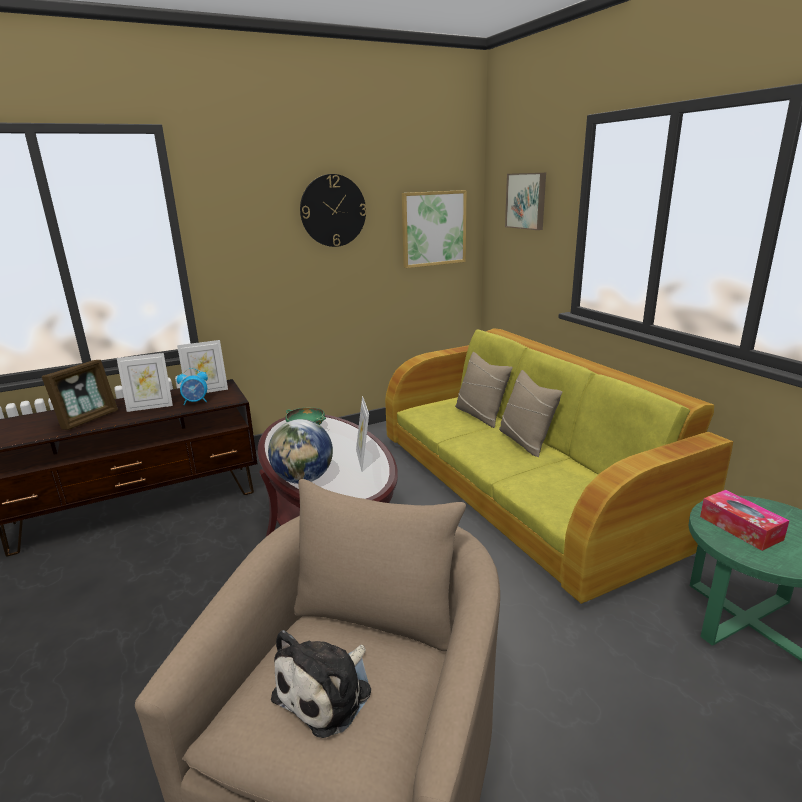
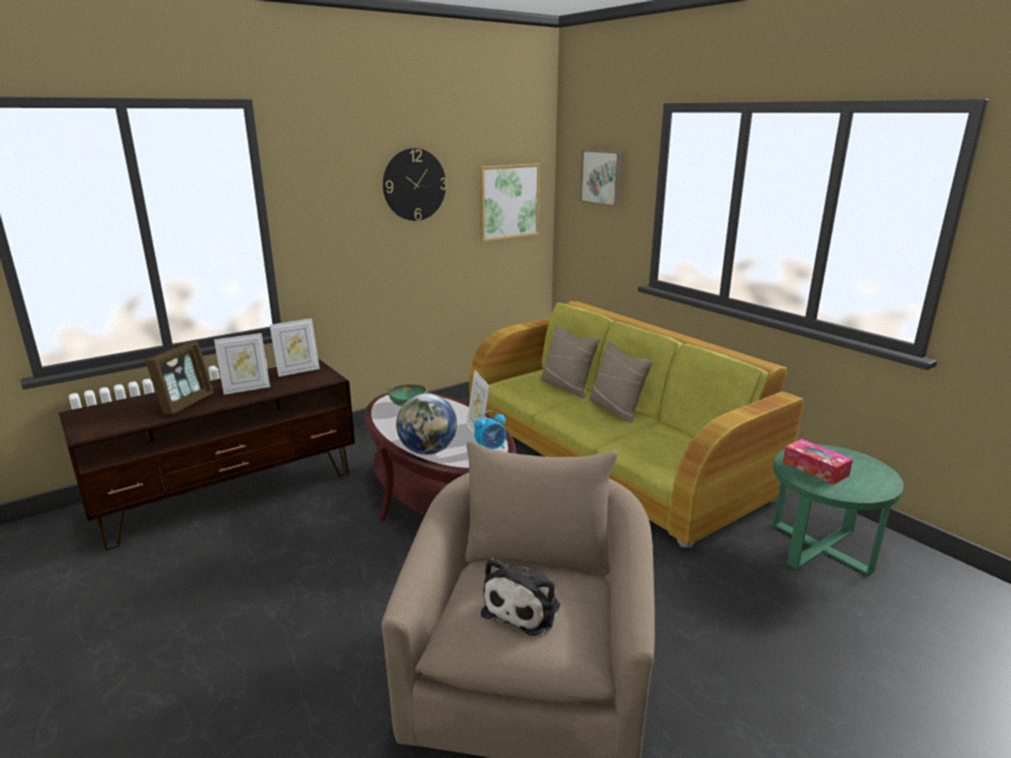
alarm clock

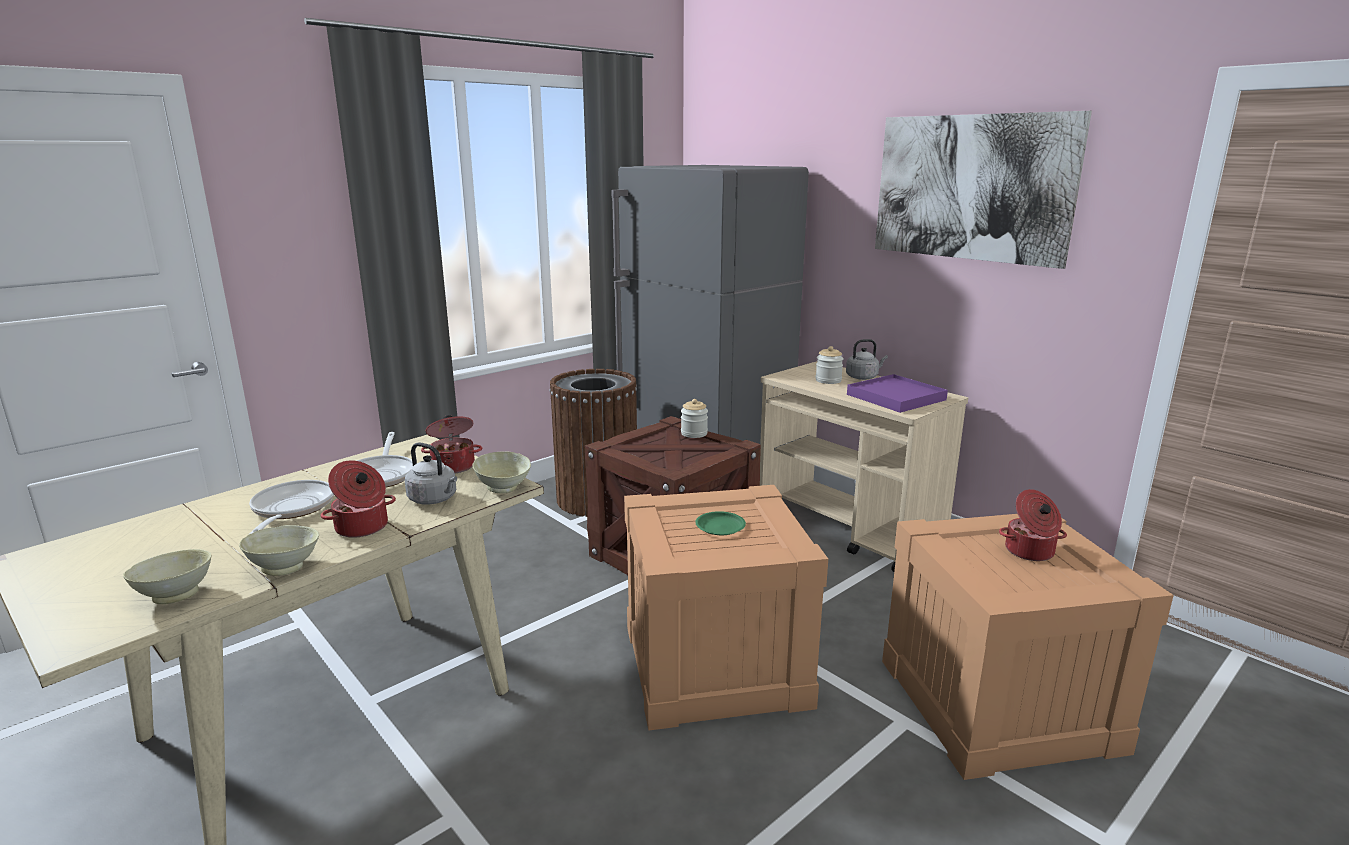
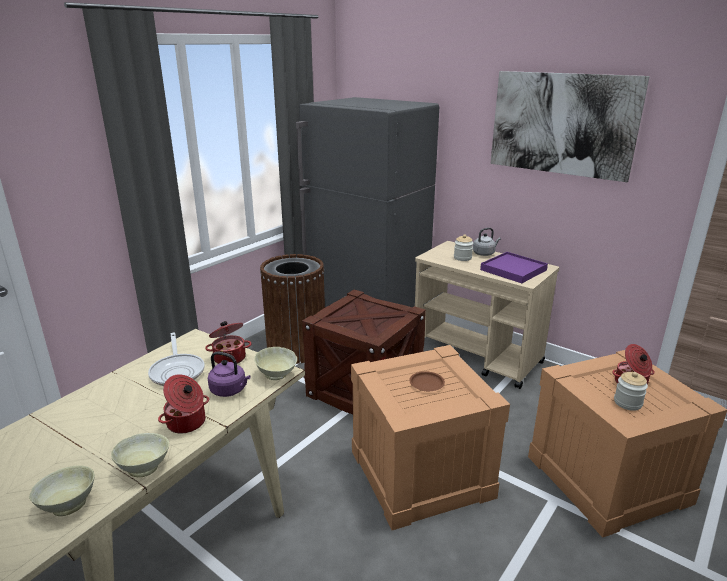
pan (no. 1 from left in the first image)
jar (no. 2 from left)
purplish kettle
brown-coloured plate

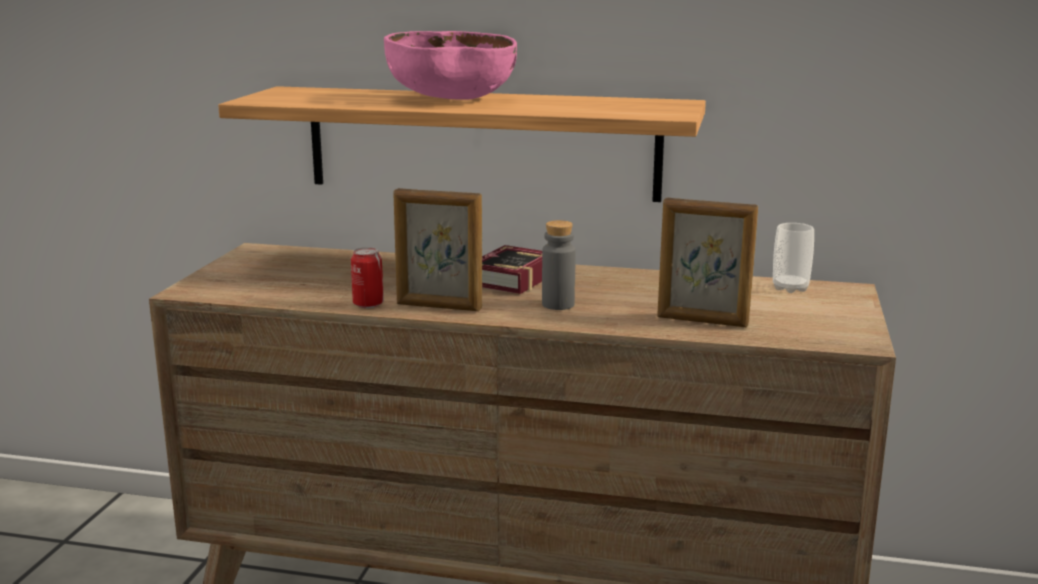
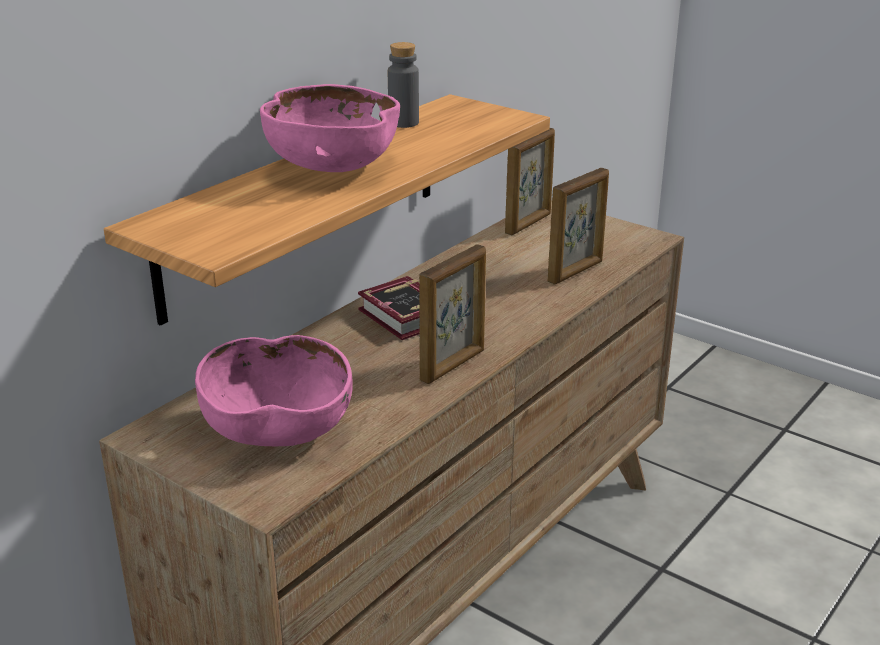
metal can
pinkish serving bowl (no. 1 from left)
greyish bottle
photo frame (no. 2 from left)

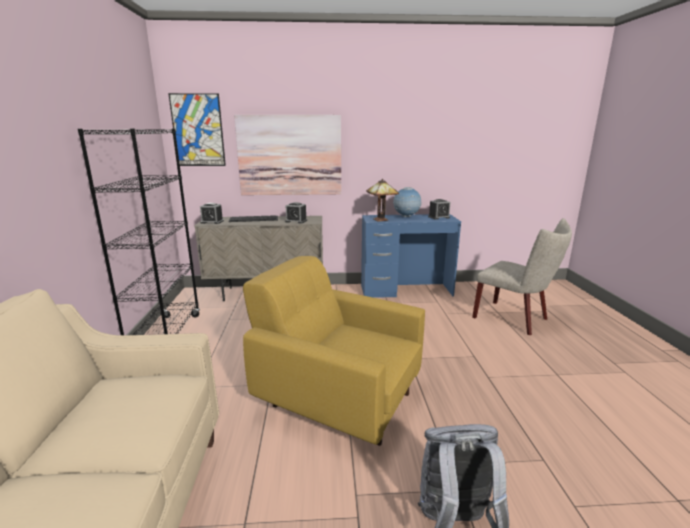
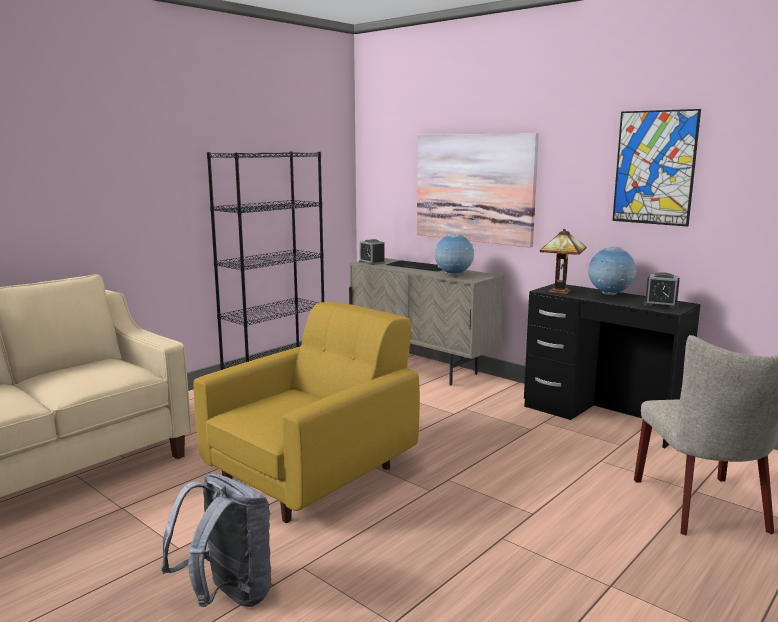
picture (no. 2 from left)
globe (no. 1 from left)
black-coloured desk unit
yellow-coloured lounge chair

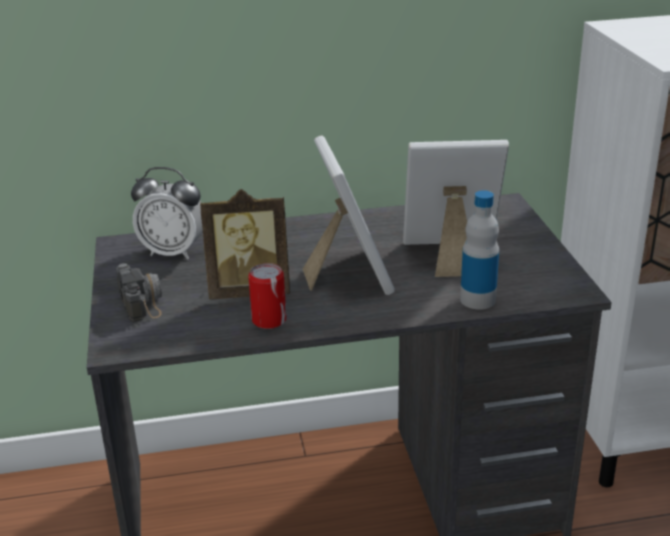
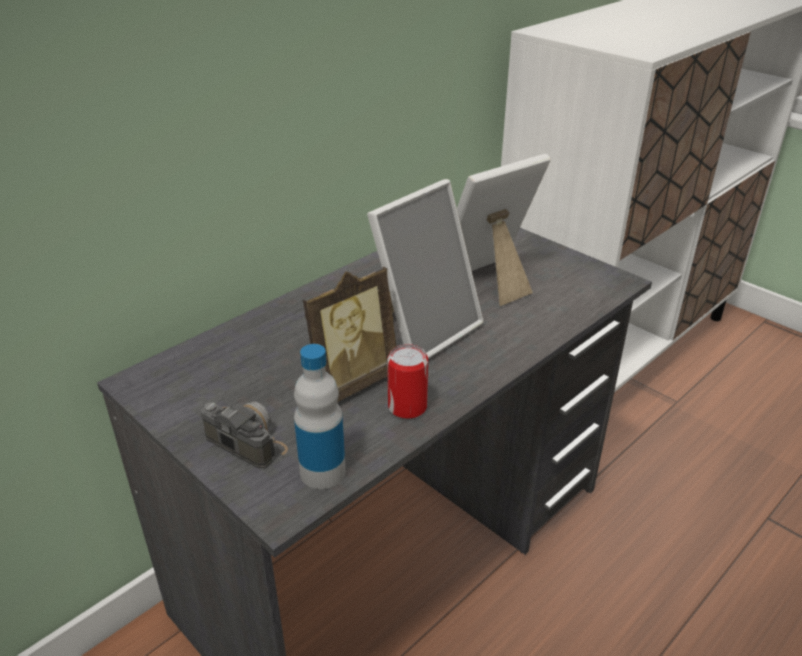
alarm clock
bottle
photo frame (no. 2 from left)

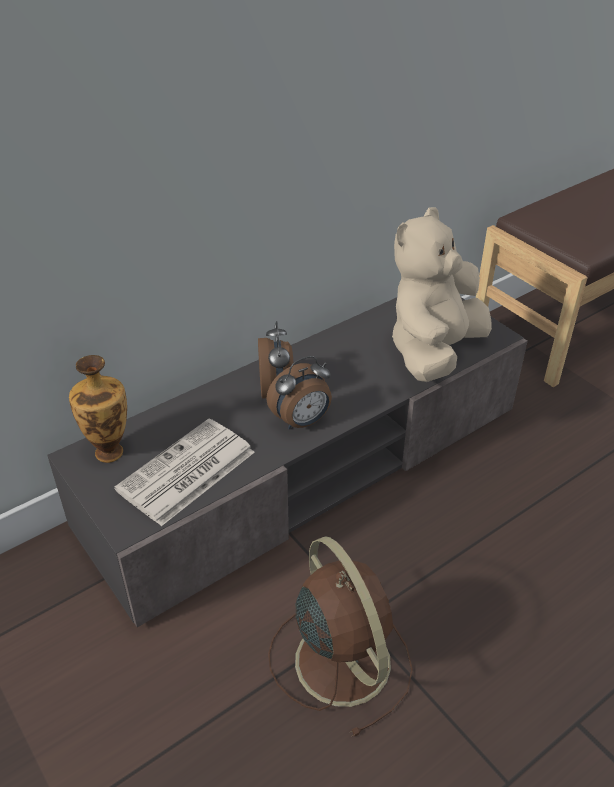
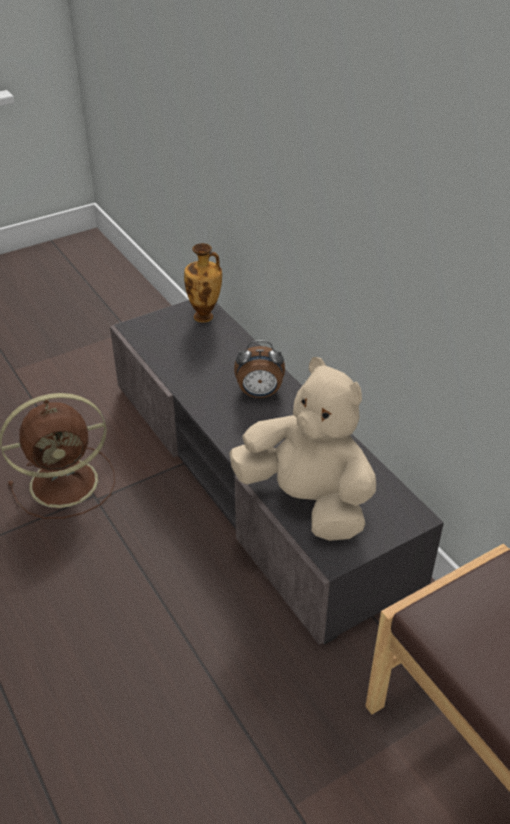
daily paper
alarm clock (no. 2 from left in the first image)

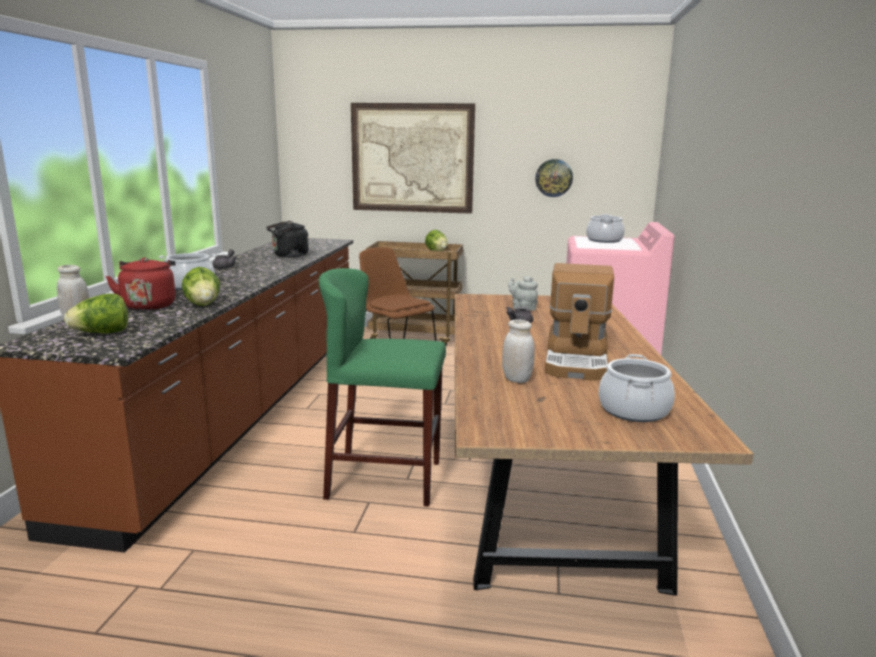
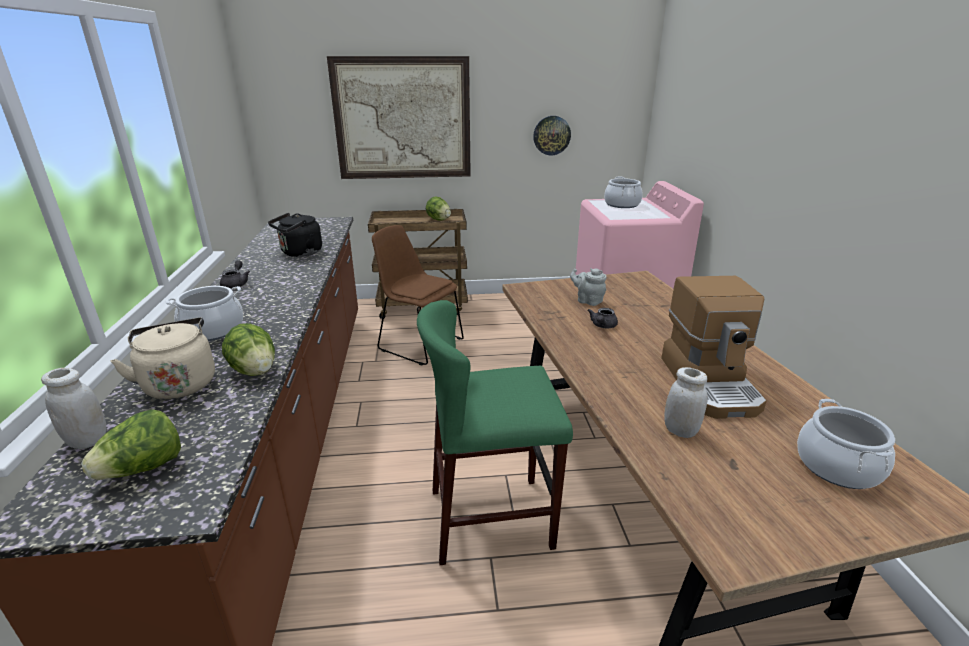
beige-coloured kettle

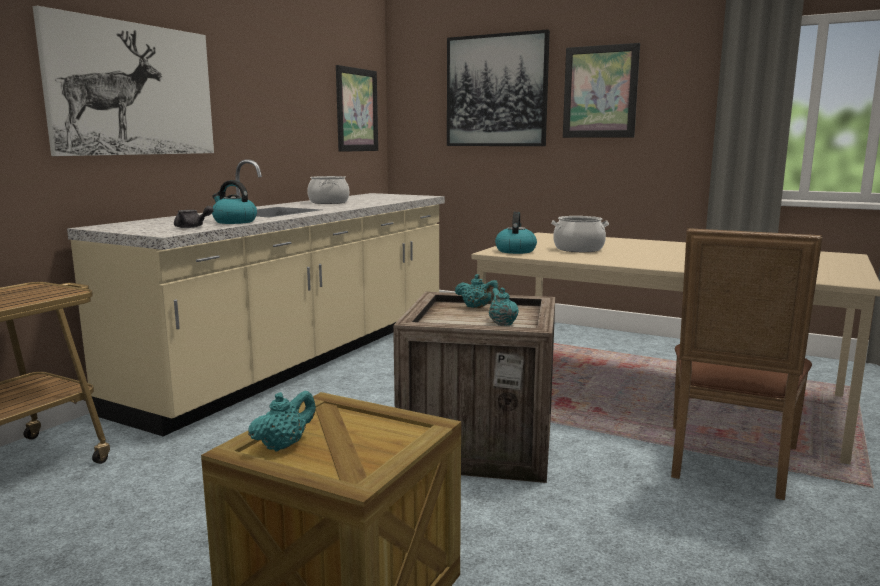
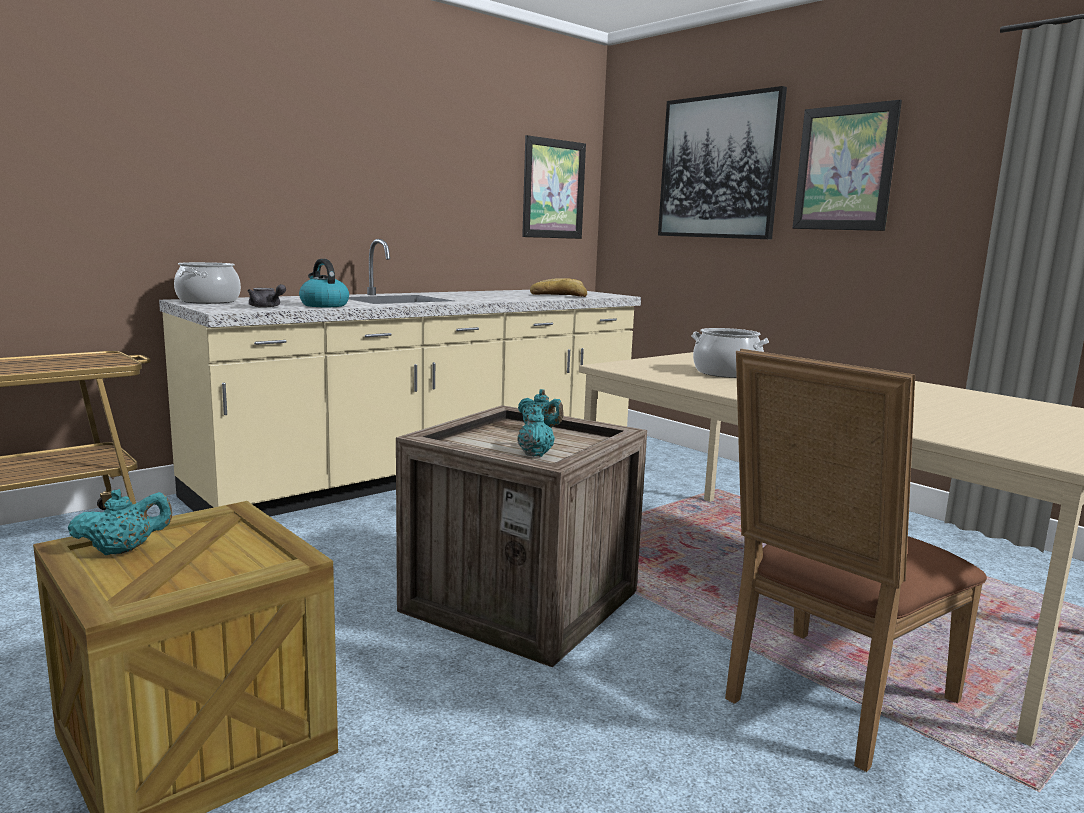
picture (no. 1 from left in the first image)
kettle (no. 2 from left in the first image)
baked bread
stockpot (no. 1 from left)

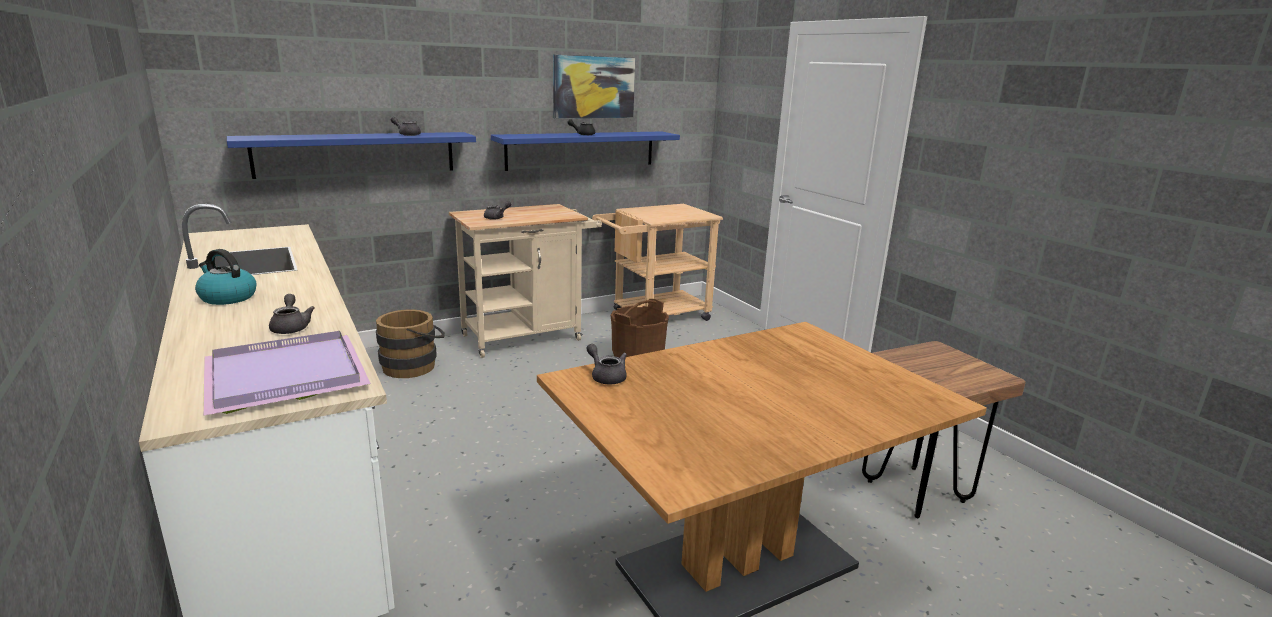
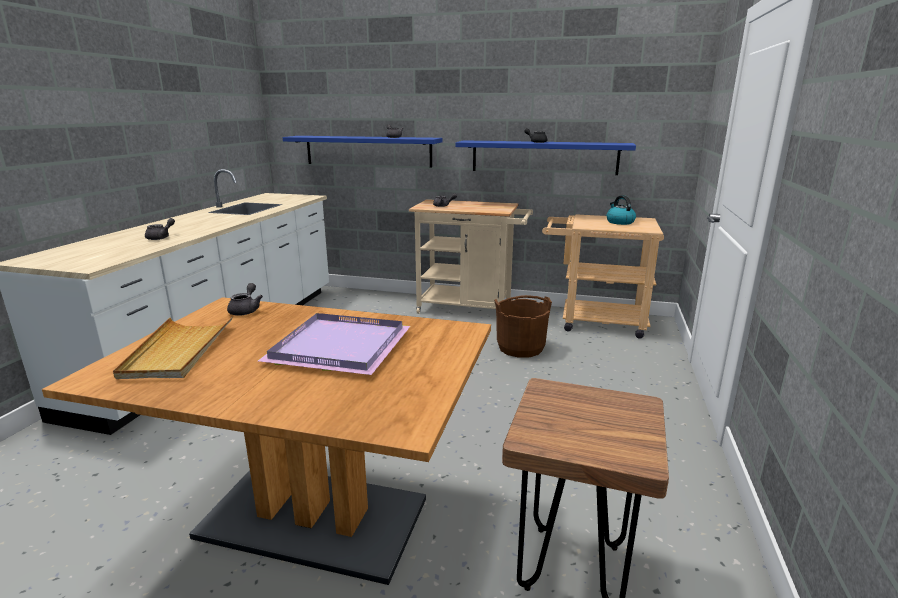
brown-coloured bucket (no. 1 from left in the first image)
picture
beige-coloured carrying tray
kettle
purplish carrying tray

